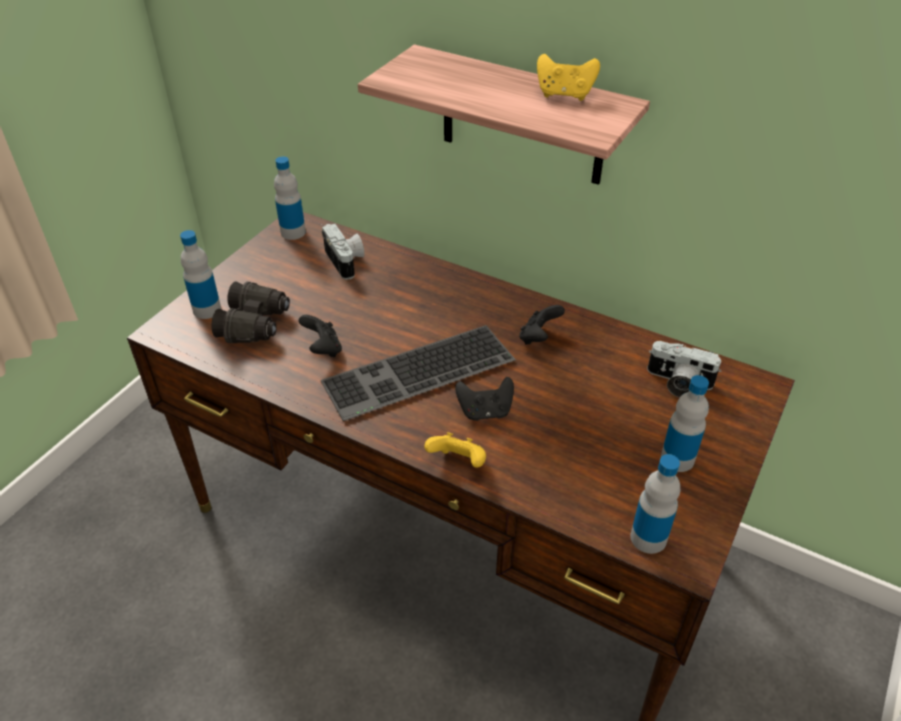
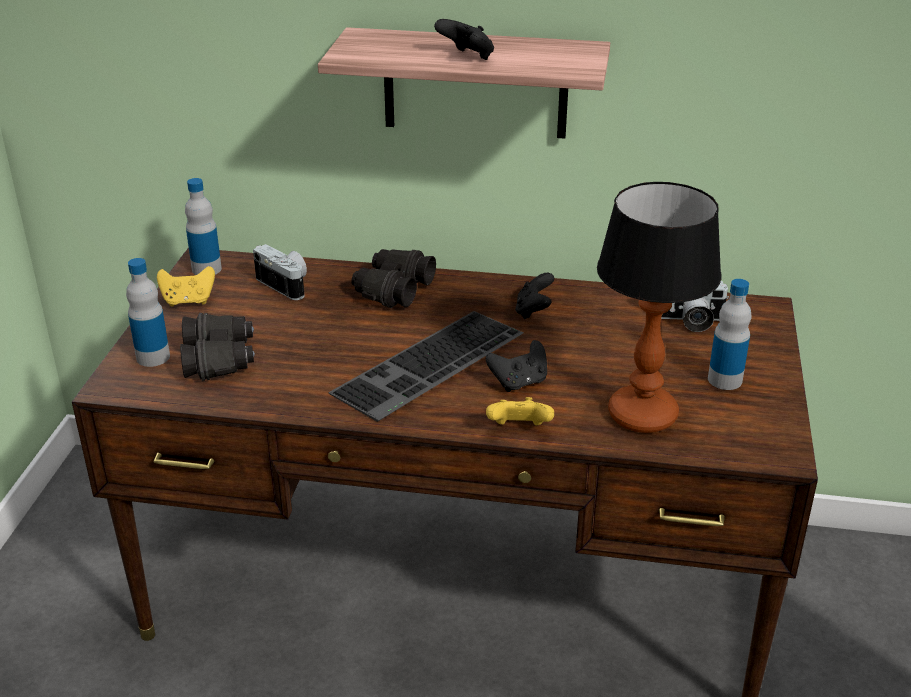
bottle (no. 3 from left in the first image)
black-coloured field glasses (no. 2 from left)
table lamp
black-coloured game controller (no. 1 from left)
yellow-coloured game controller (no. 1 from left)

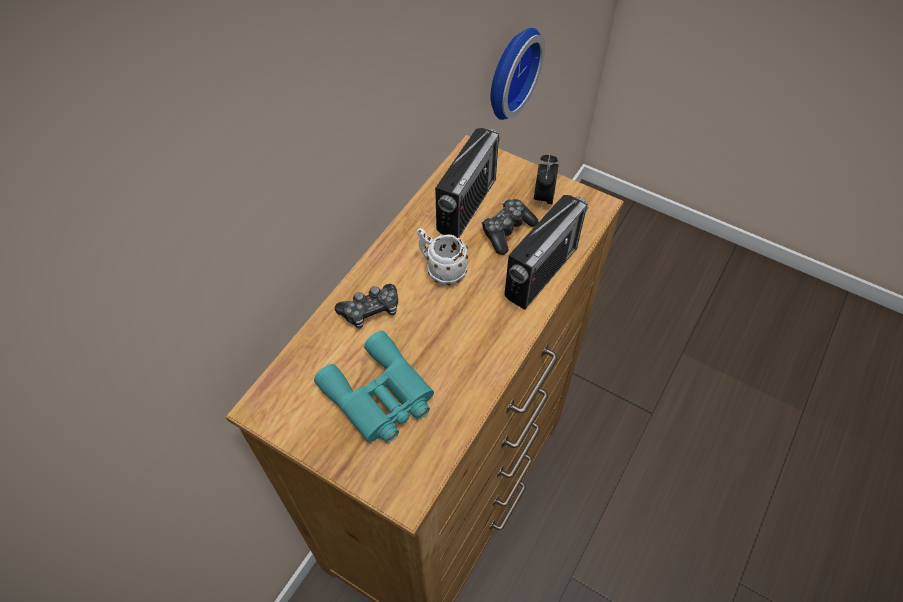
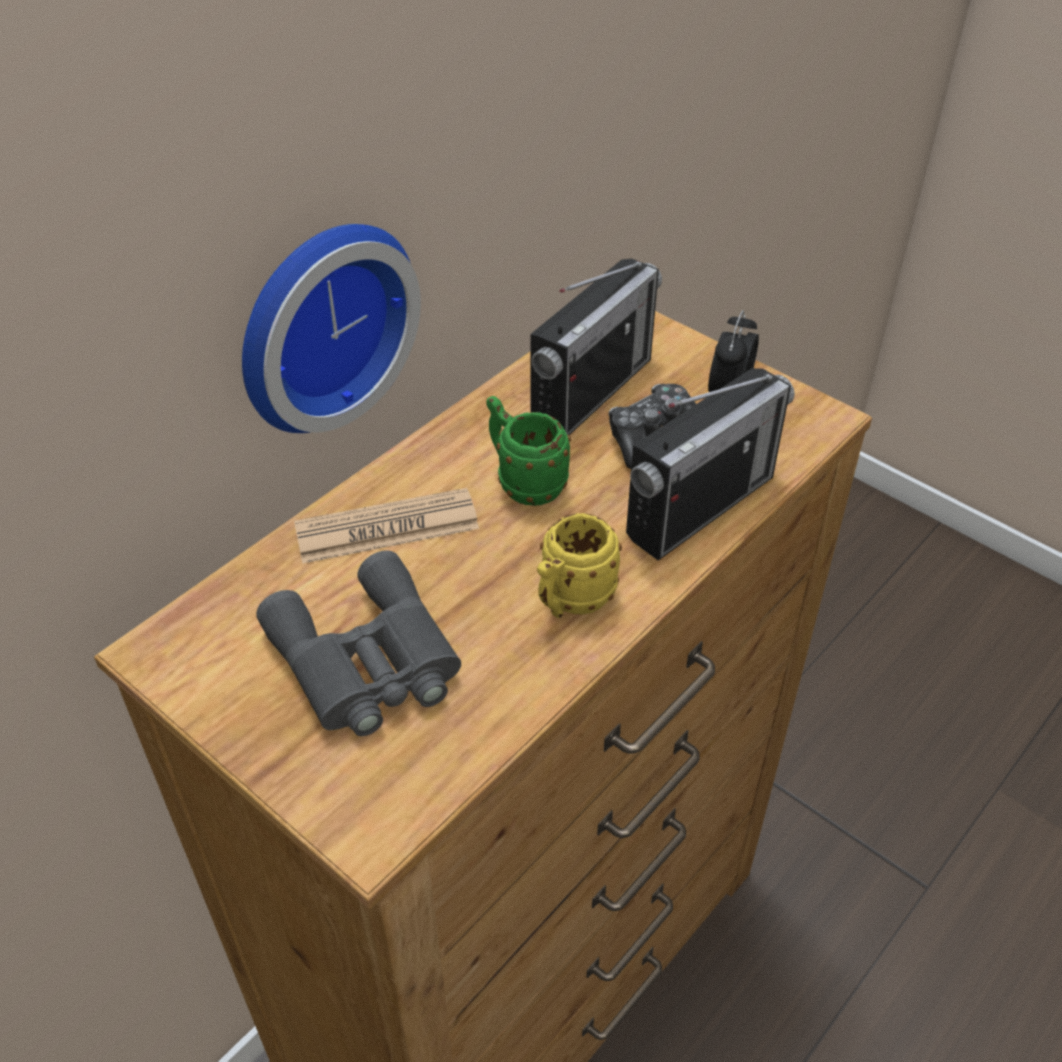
yellow-coloured coffee mug
wall clock
daily paper
greyish field glasses
green coffee mug

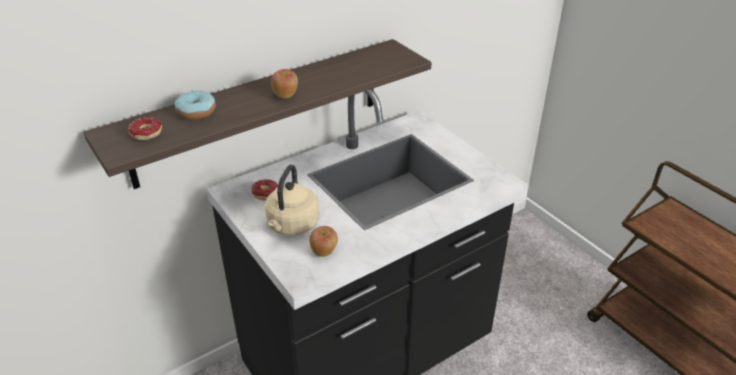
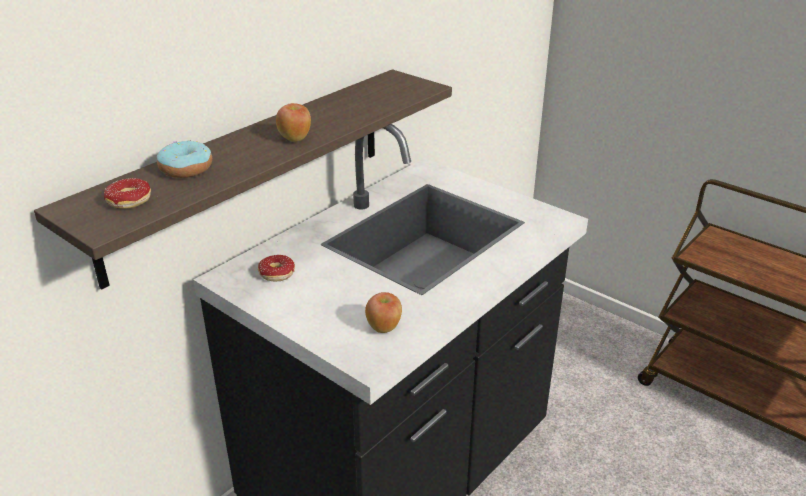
beige-coloured kettle

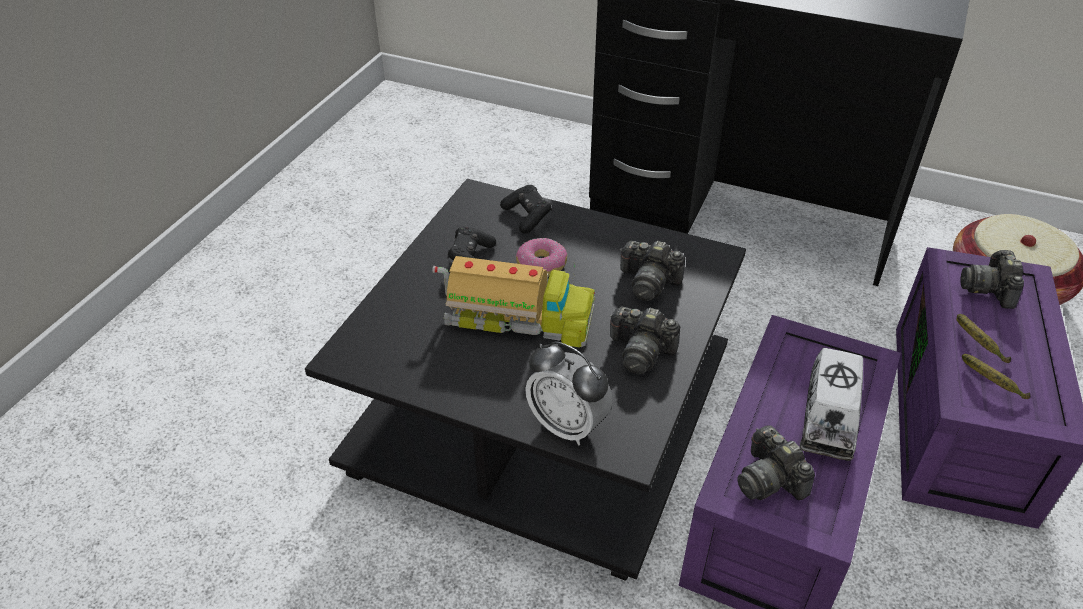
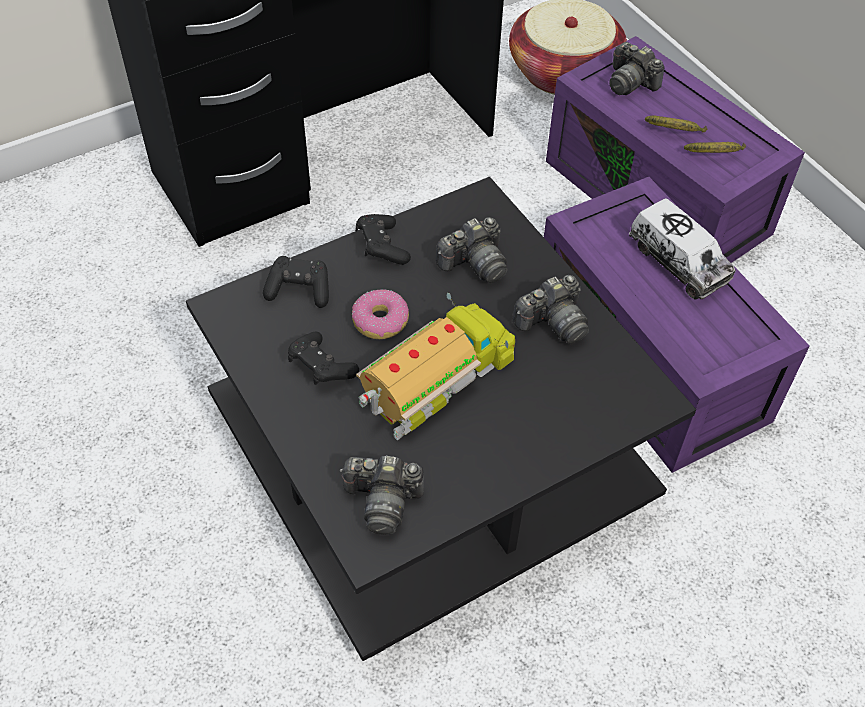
alarm clock
black-coloured game controller (no. 3 from left)
still camera (no. 1 from left)

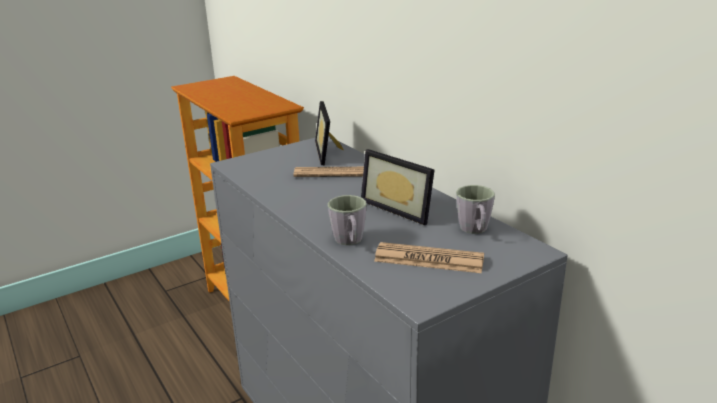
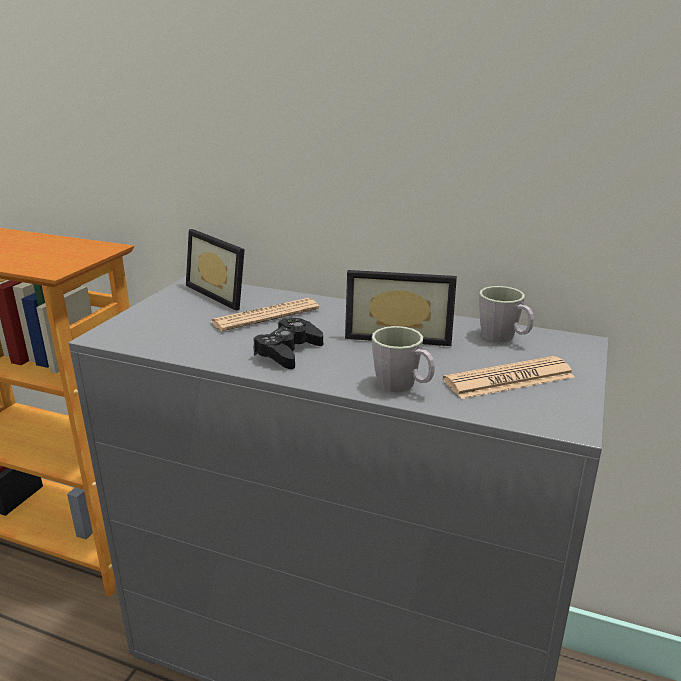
black-coloured game controller

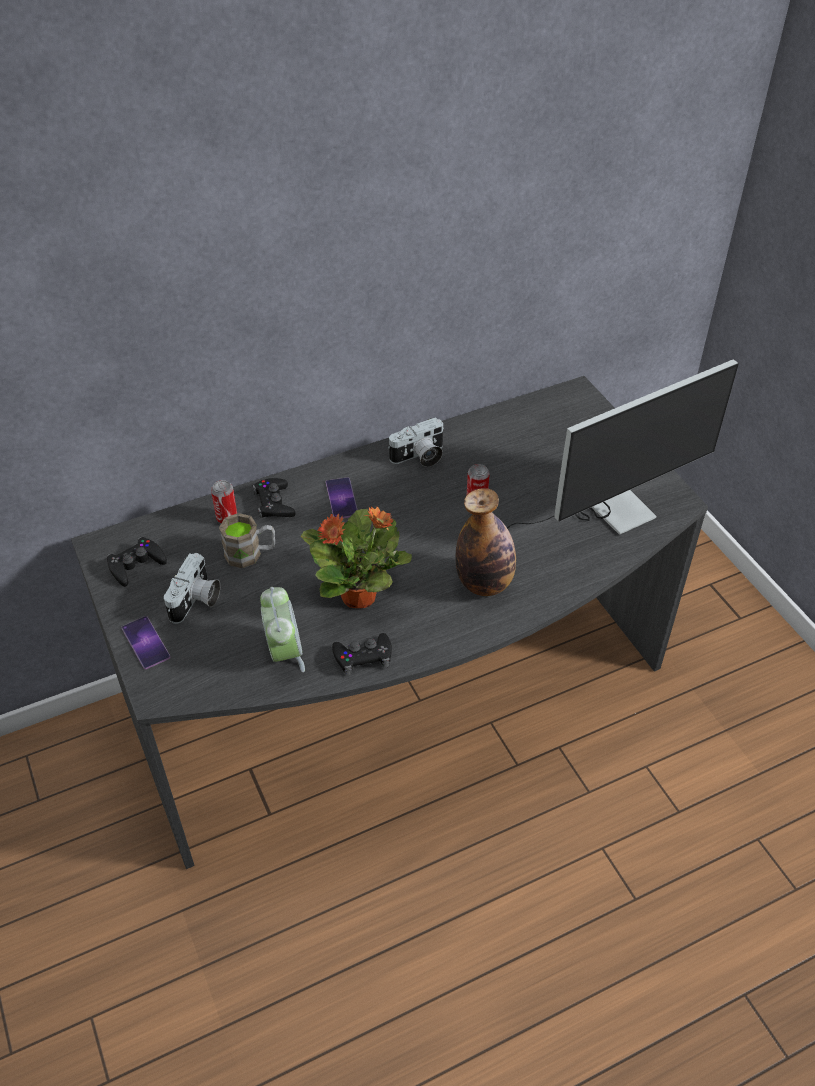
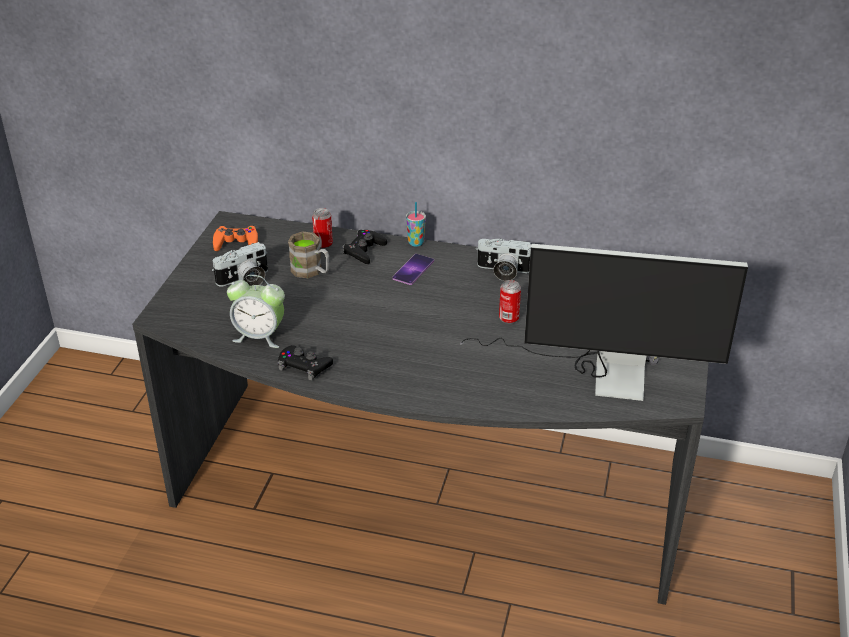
handset (no. 1 from left in the first image)
houseplant
bottle
cup
orange game controller
alarm clock

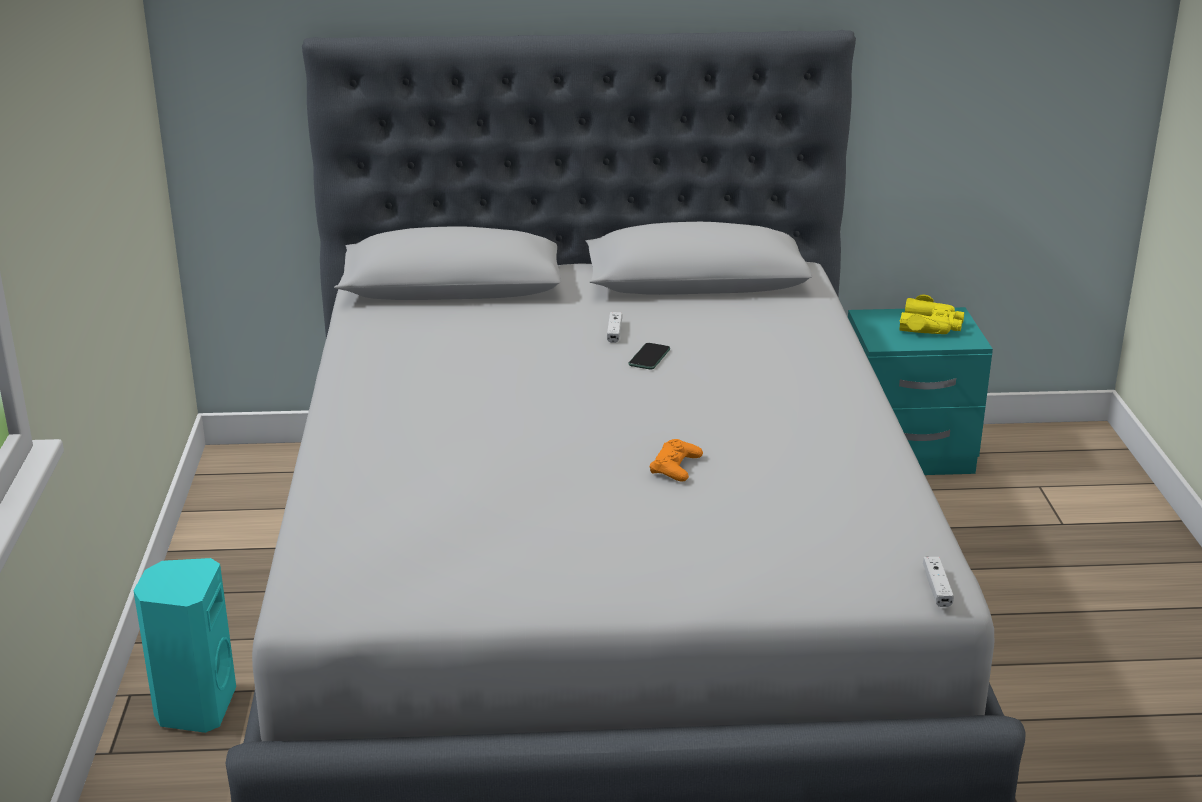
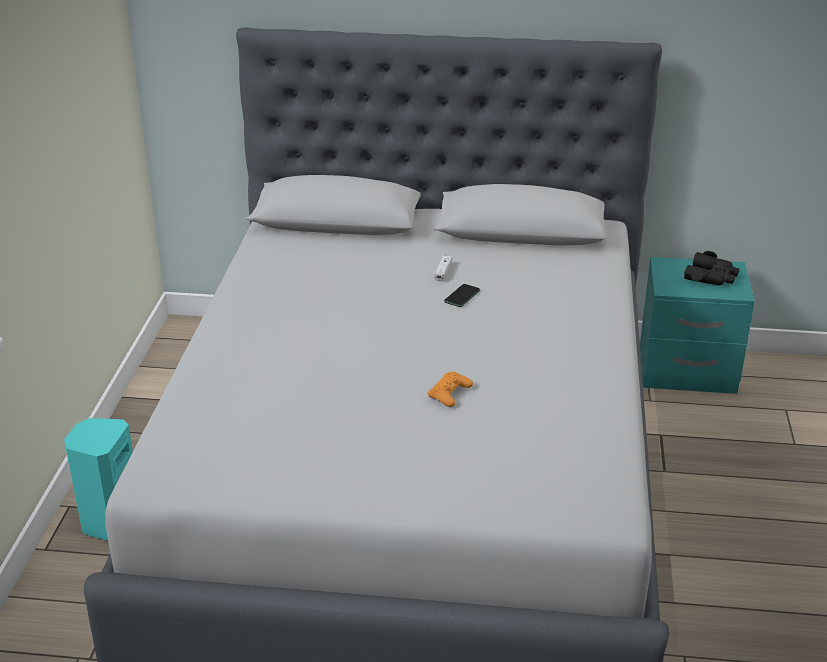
white-coloured game controller (no. 2 from left in the first image)
black-coloured field glasses

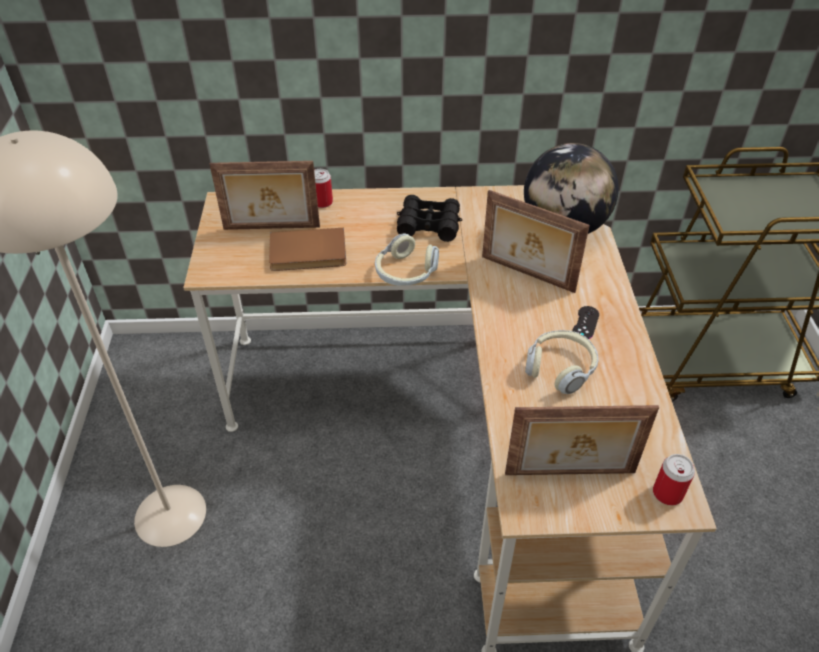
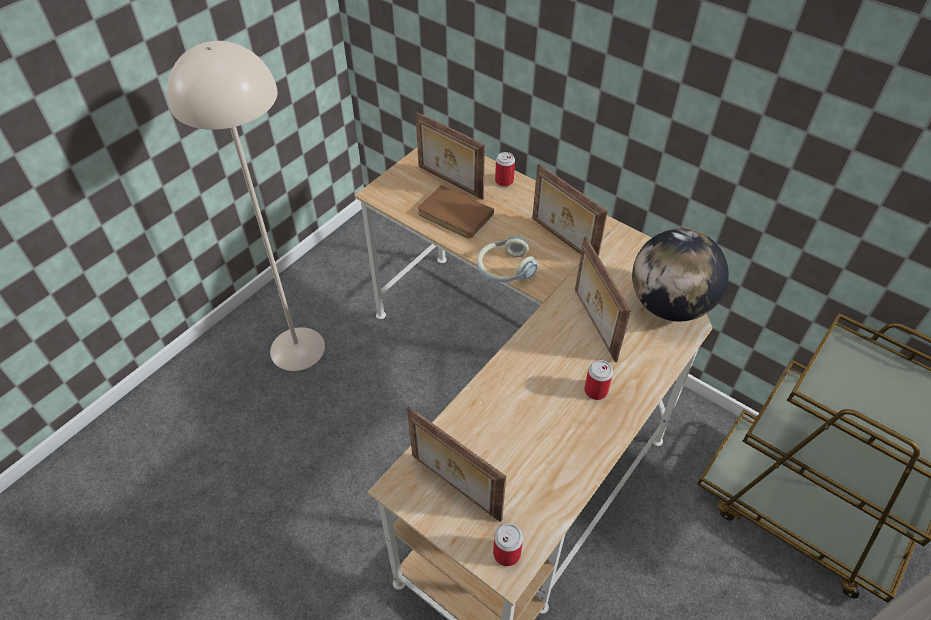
pair of headphones (no. 2 from left in the first image)
photo frame (no. 3 from left)
metal can (no. 3 from left)

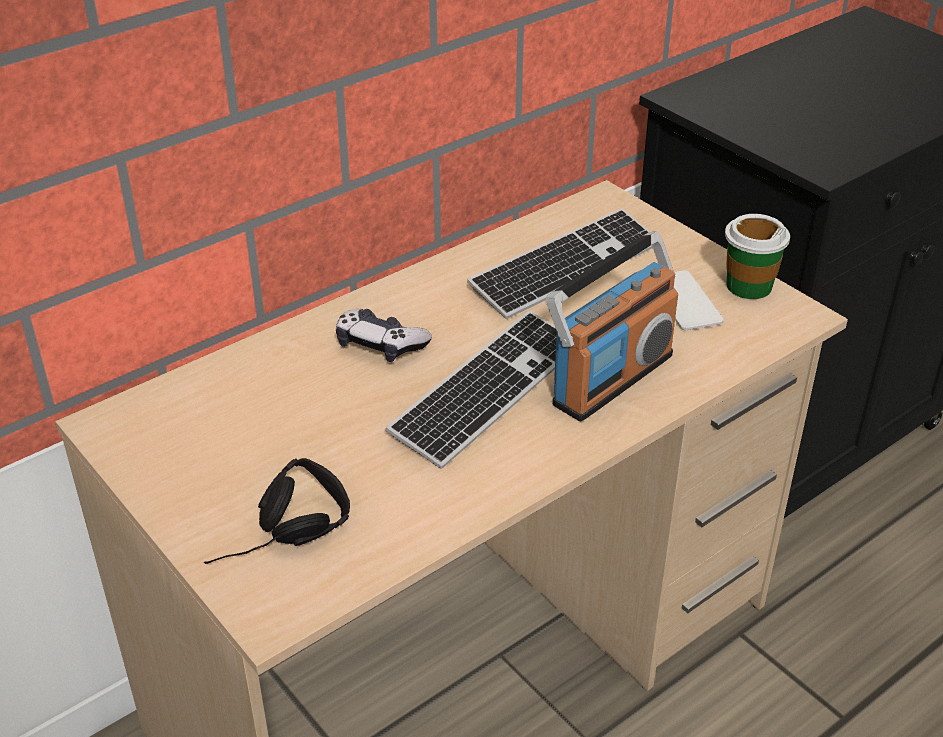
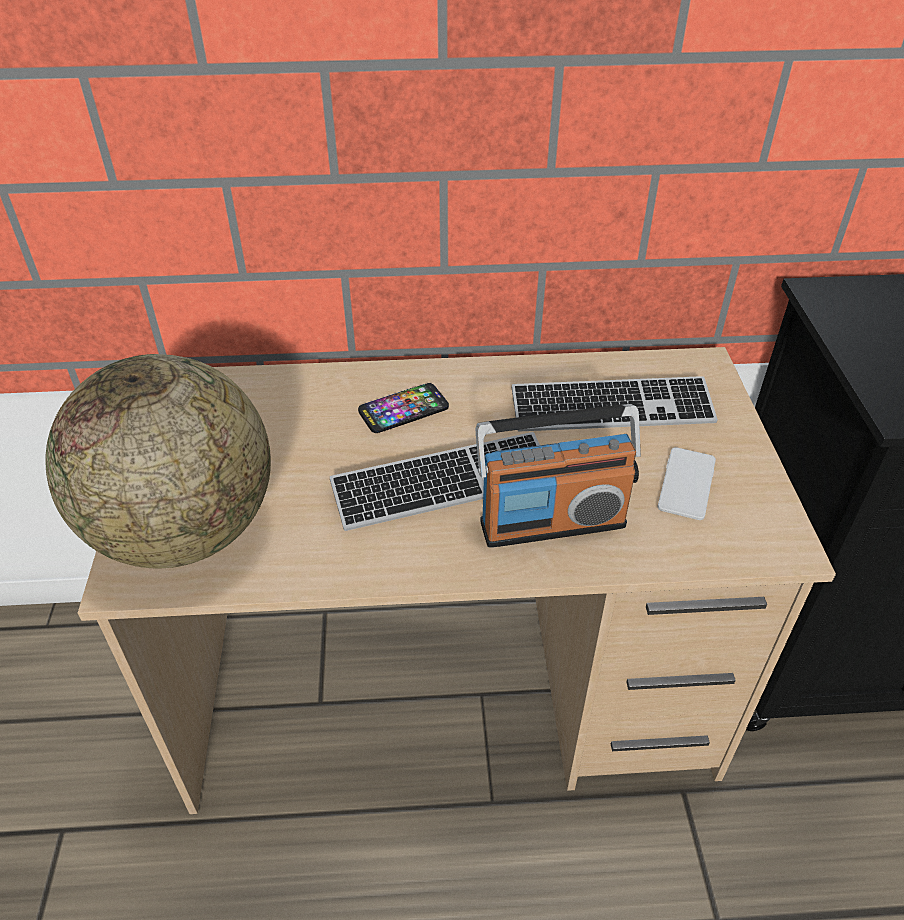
cup
globe
handset (no. 1 from left)

